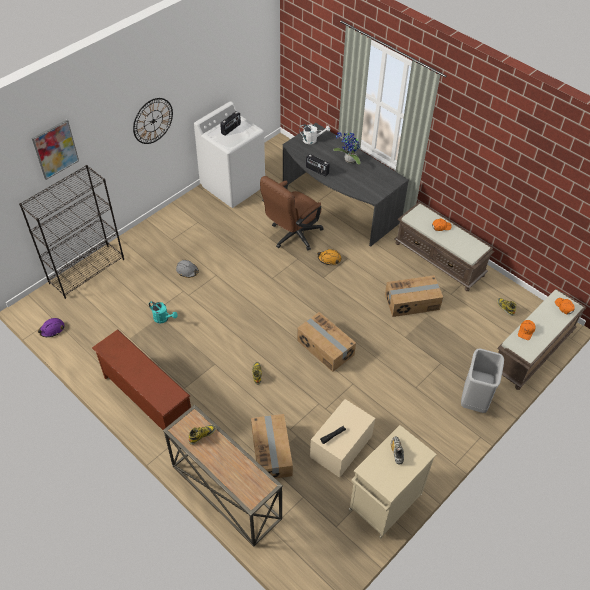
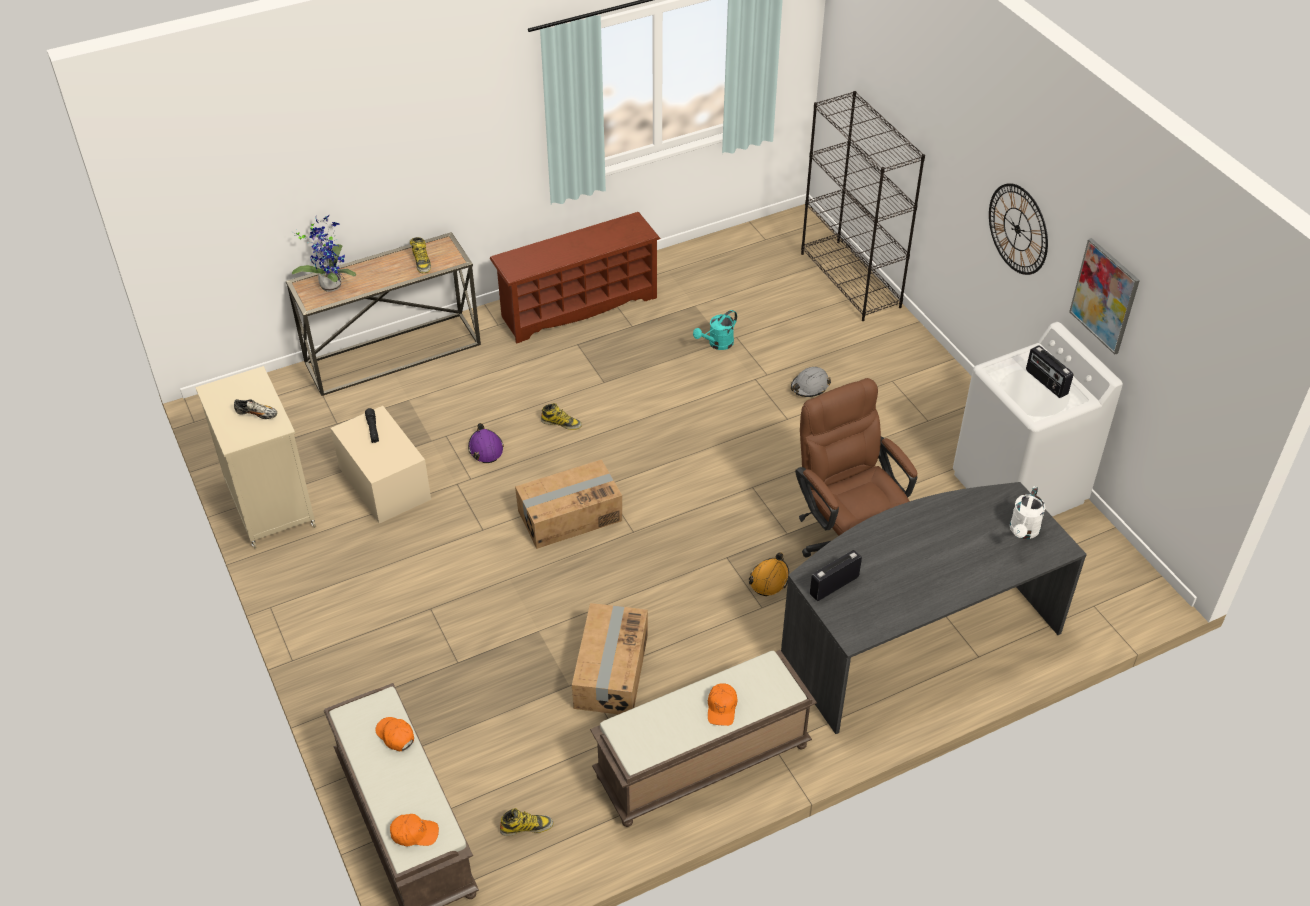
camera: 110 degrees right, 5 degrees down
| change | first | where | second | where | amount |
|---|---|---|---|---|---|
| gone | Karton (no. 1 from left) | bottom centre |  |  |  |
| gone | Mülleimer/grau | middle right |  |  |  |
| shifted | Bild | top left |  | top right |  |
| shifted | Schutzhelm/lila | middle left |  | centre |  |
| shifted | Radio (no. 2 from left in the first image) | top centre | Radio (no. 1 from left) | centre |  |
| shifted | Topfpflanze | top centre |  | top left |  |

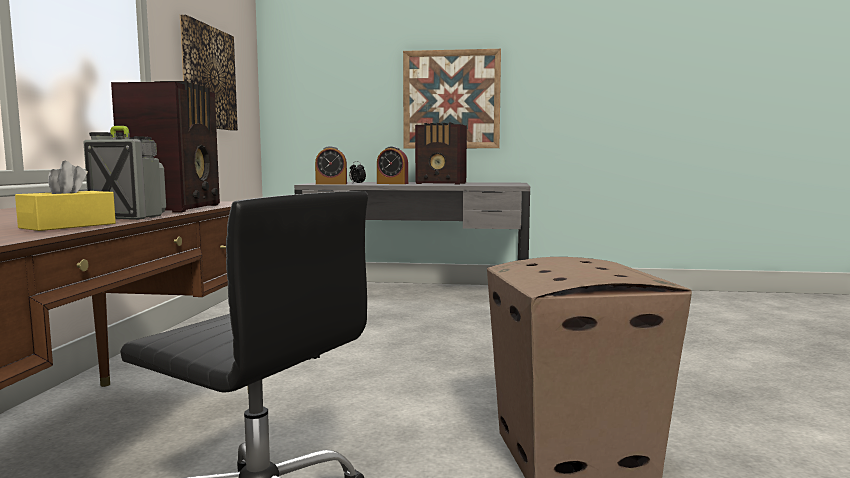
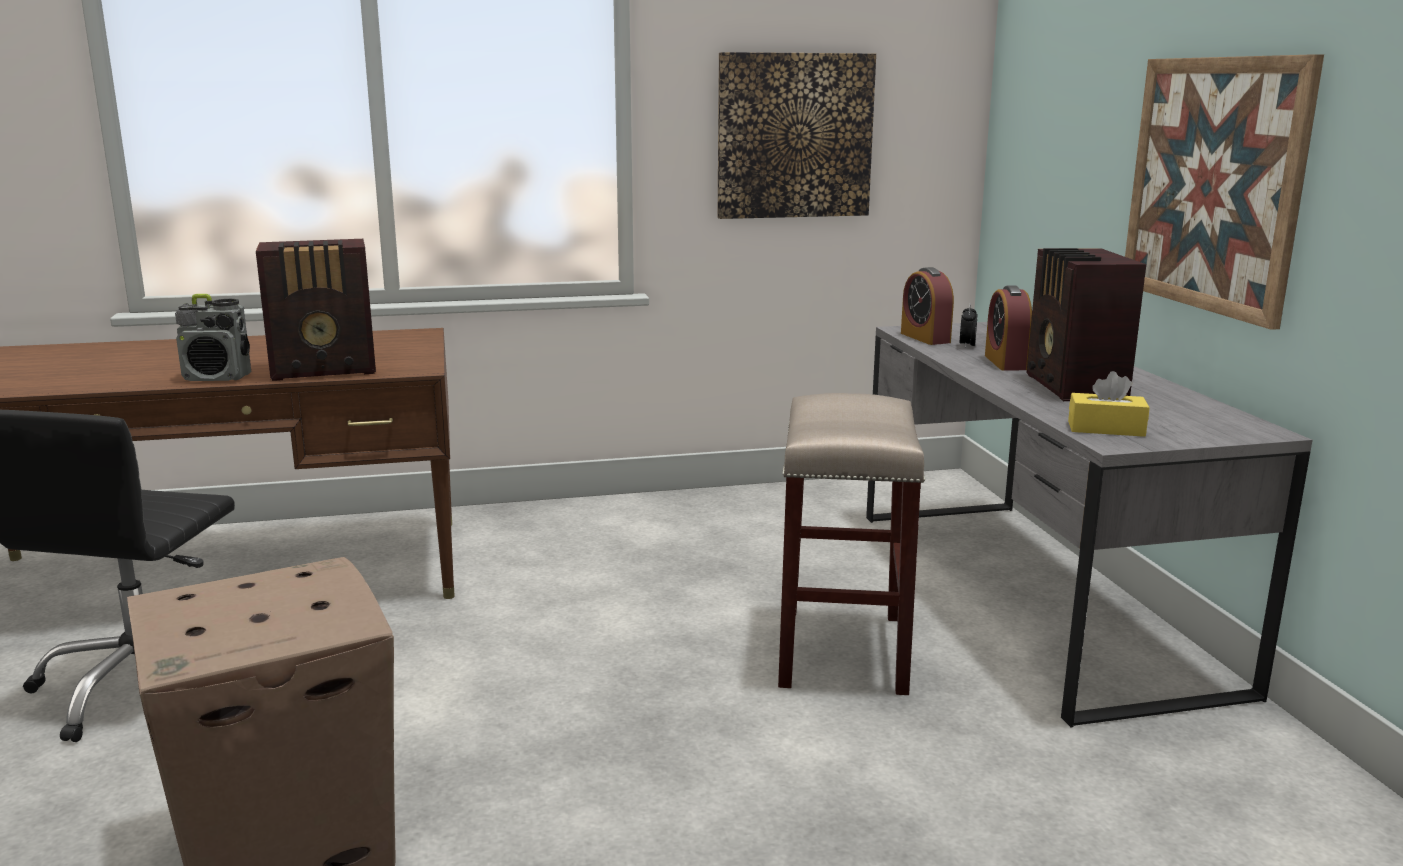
camera: 70 degrees right, 10 degrees up
| change | first | where | second | where | amount |
|---|---|---|---|---|---|
| new |  |  | Hocker/beige | centre |  |
| shifted | Taschentuchbox/gelb | middle left |  | middle right |  |
| rotated | Radio (no. 1 from left) | middle left |  | middle left | 90 degrees clockwise |

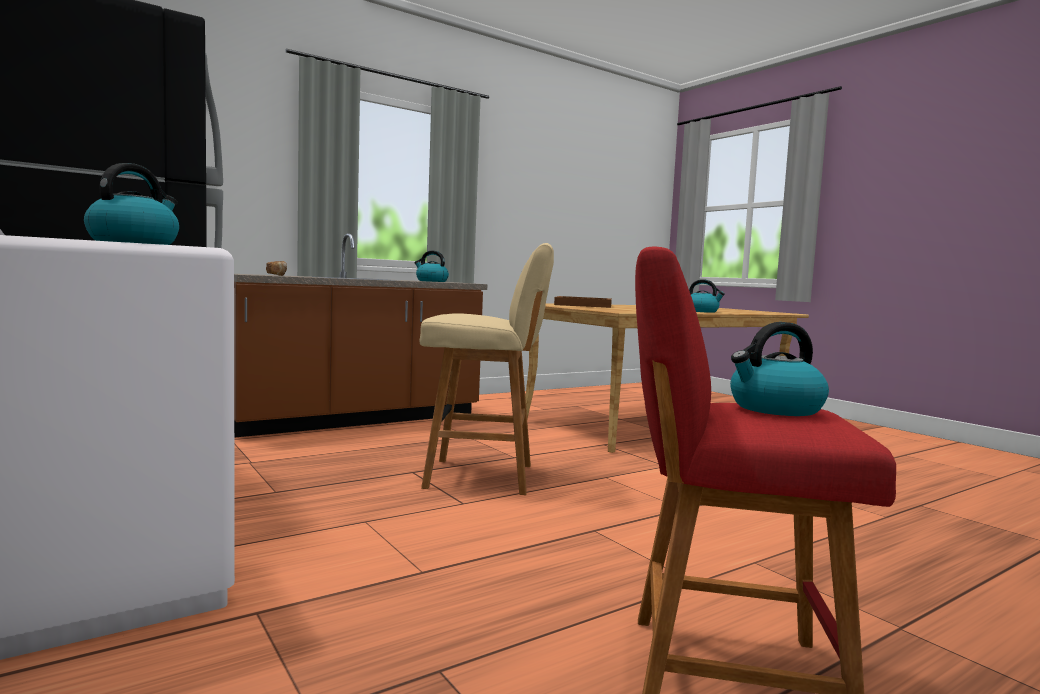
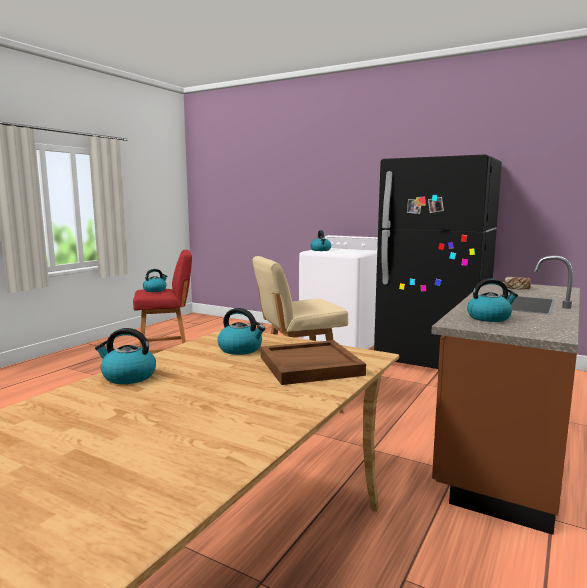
camera: 155 degrees right, 5 degrees up
| change | first | where | second | where | amount |
|---|---|---|---|---|---|
| new |  |  | Wasserkessel (no. 3 from left) | centre |  |

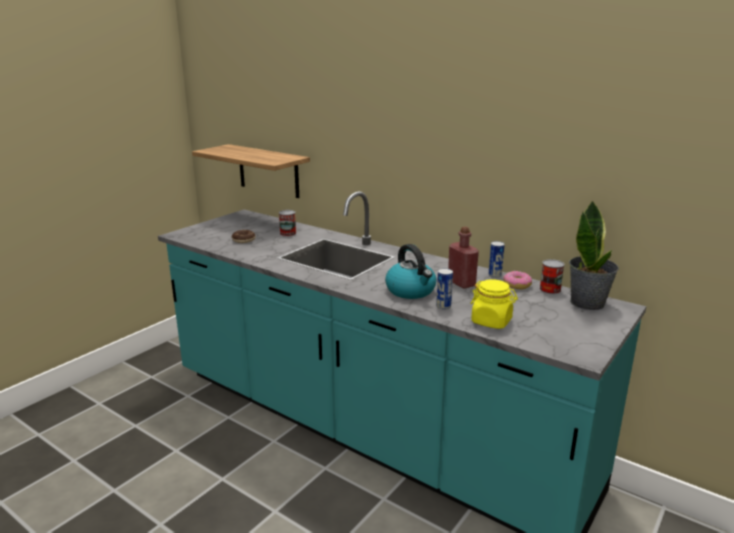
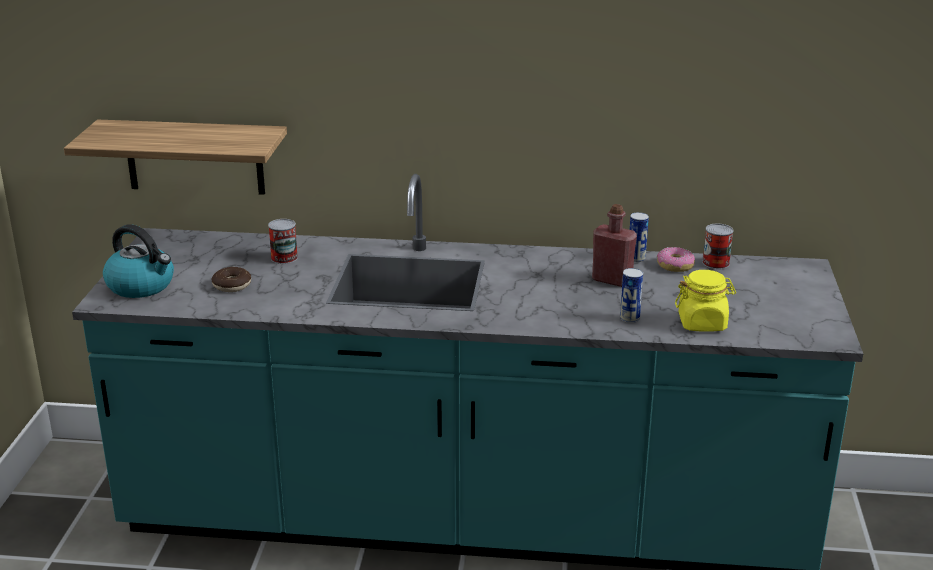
camera: 30 degrees left, 5 degrees up
| change | first | where | second | where | amount |
|---|---|---|---|---|---|
| gone | Topfpflanze | middle right |  |  |  |
| shifted | Wasserkessel | centre |  | middle left |  |

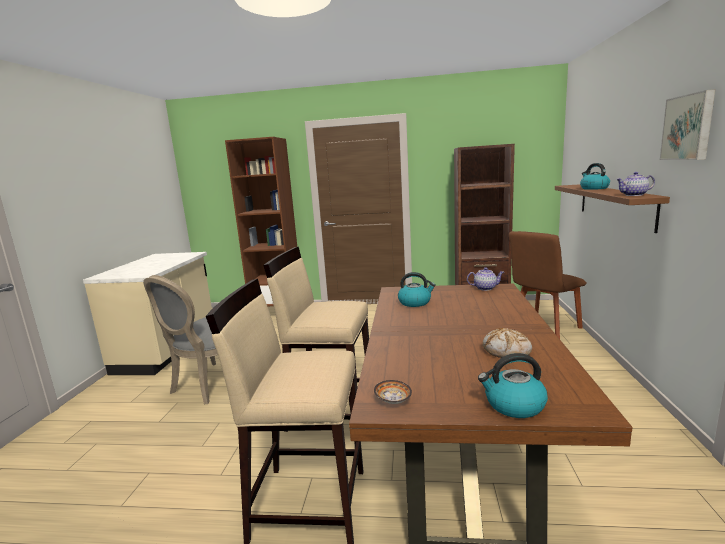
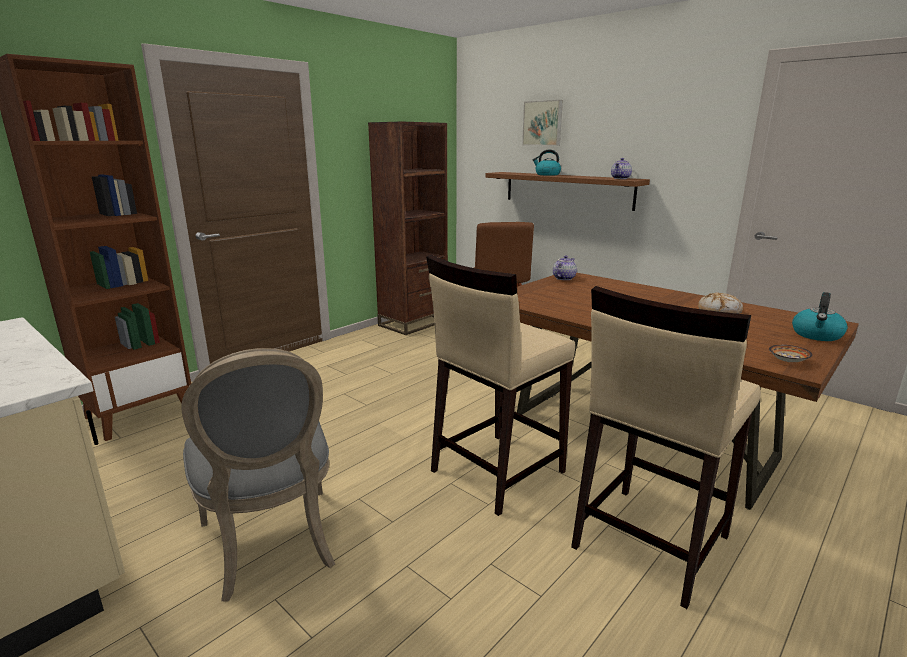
camera: 55 degrees left, 5 degrees up
| change | first | where | second | where | amount |
|---|---|---|---|---|---|
| gone | Wasserkessel (no. 1 from left) | centre |  |  |  |
| shifted | Bild | top right |  | top centre |  |

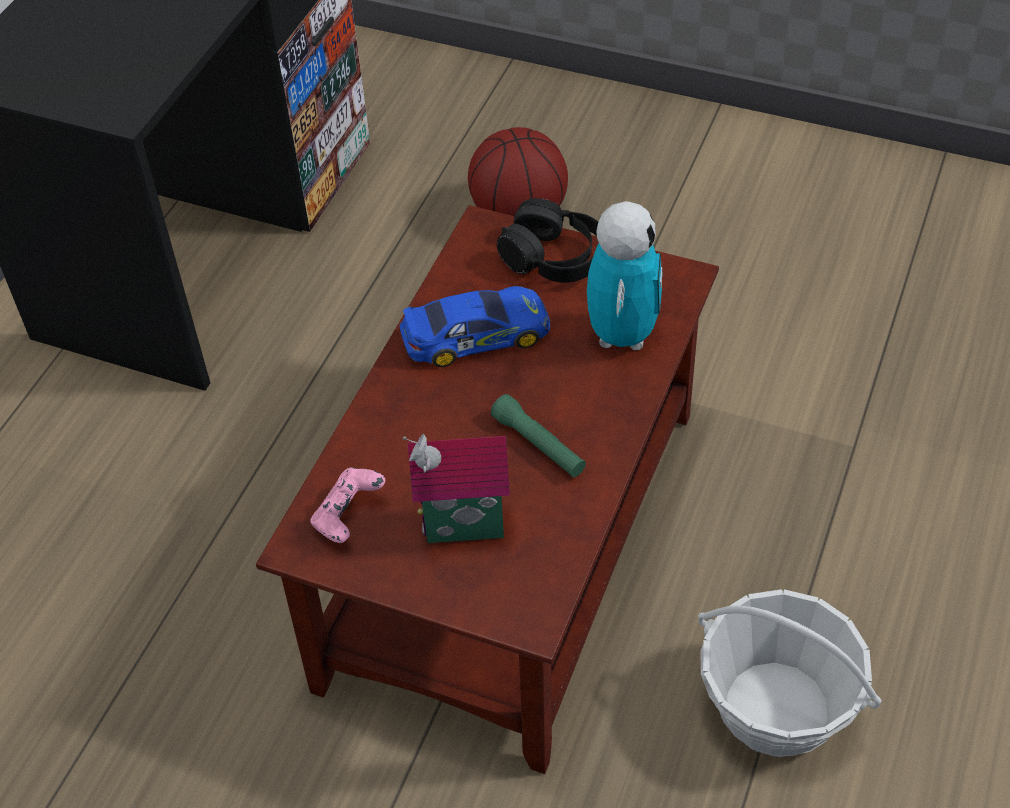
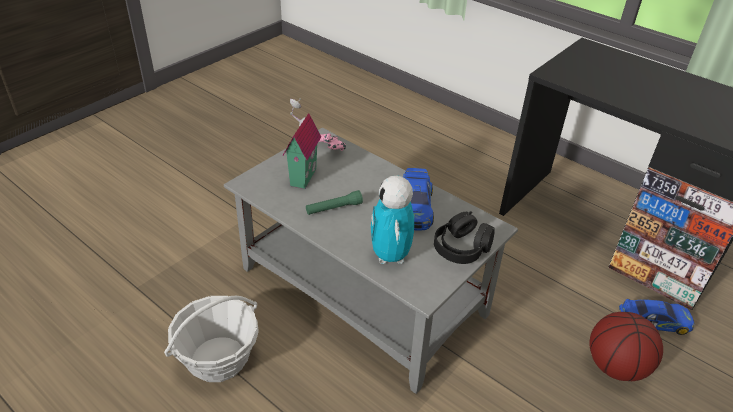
camera: 105 degrees right, 10 degrees down
| change | first | where | second | where | amount |
|---|---|---|---|---|---|
| new |  |  | Spielzeugauto (no. 2 from left) | bottom right |  |
| repainted | Couchtisch/braun | centre | Couchtisch/grau | centre |  |
| rotated | Spielzeugroboter | centre |  | centre | 60 degrees clockwise |

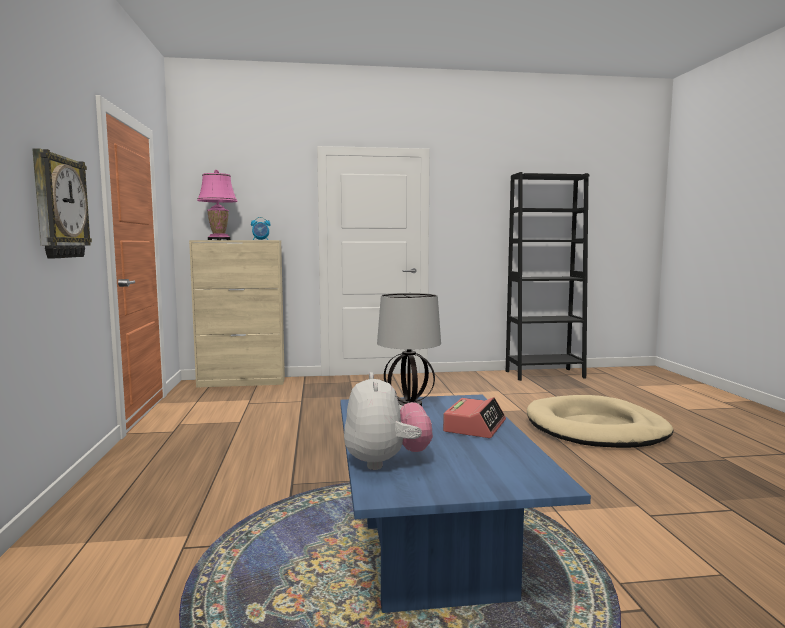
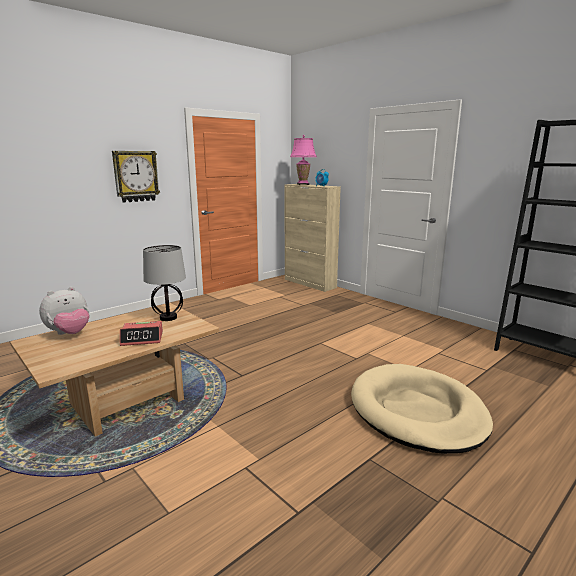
camera: 55 degrees right, 10 degrees up
| change | first | where | second | where | amount |
|---|---|---|---|---|---|
| repainted | Couchtisch/blau | bottom centre | Couchtisch/beige | middle left |  |

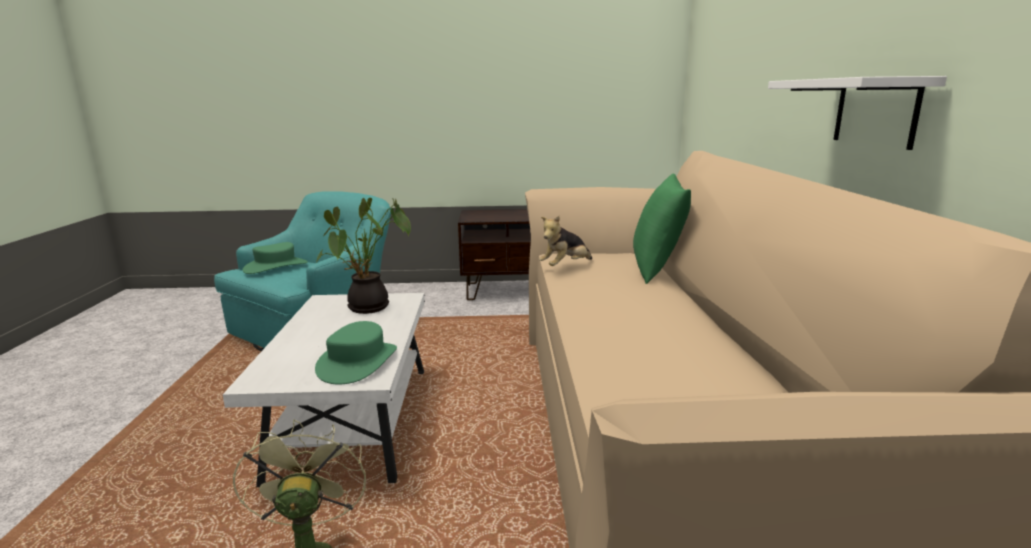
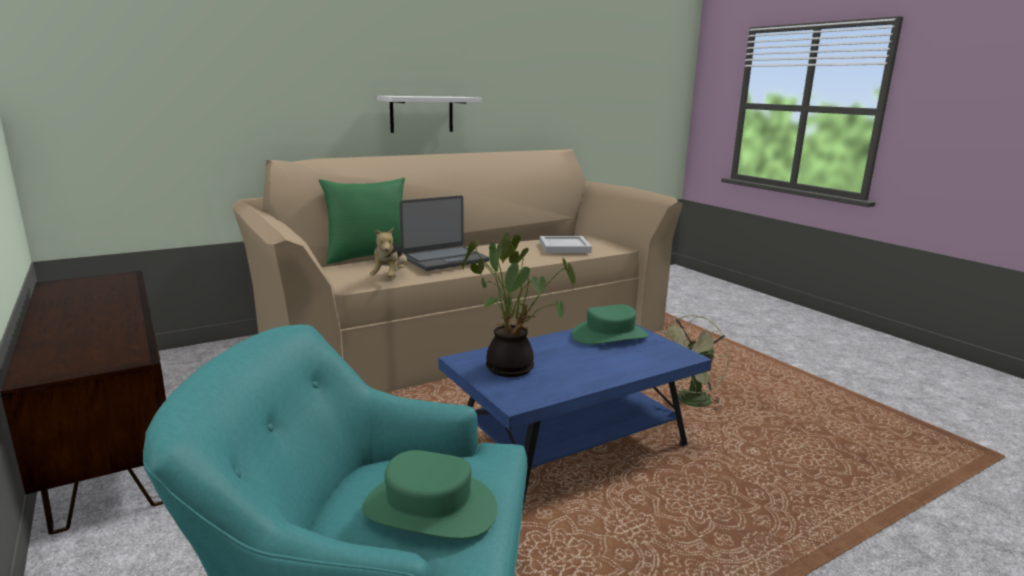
camera: 120 degrees left, 0 degrees up
| change | first | where | second | where | amount |
|---|---|---|---|---|---|
| new |  |  | Laptop | centre |  |
| new |  |  | Tablett/weiß | centre |  |
| repainted | Couchtisch/weiß | bottom left | Couchtisch/blau | bottom centre |  |
| rotated | Plüschtier | centre |  | centre | 75 degrees clockwise |

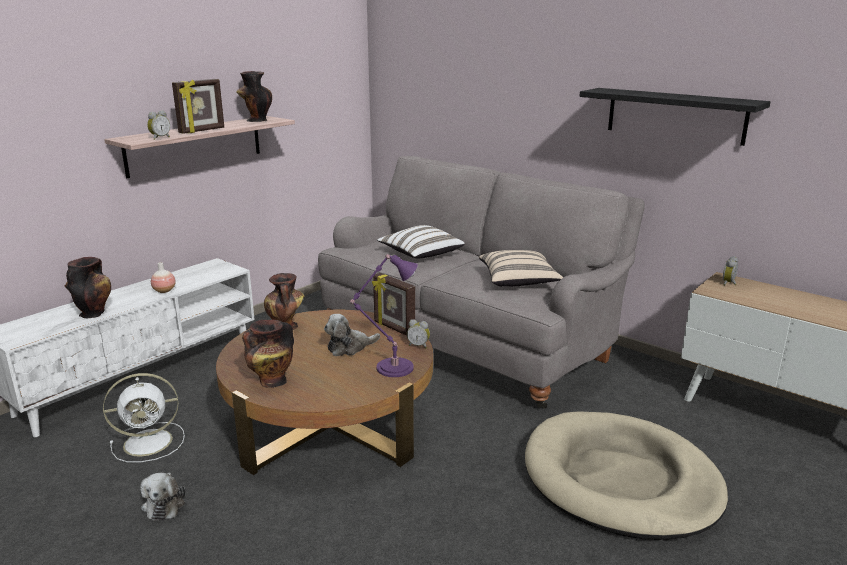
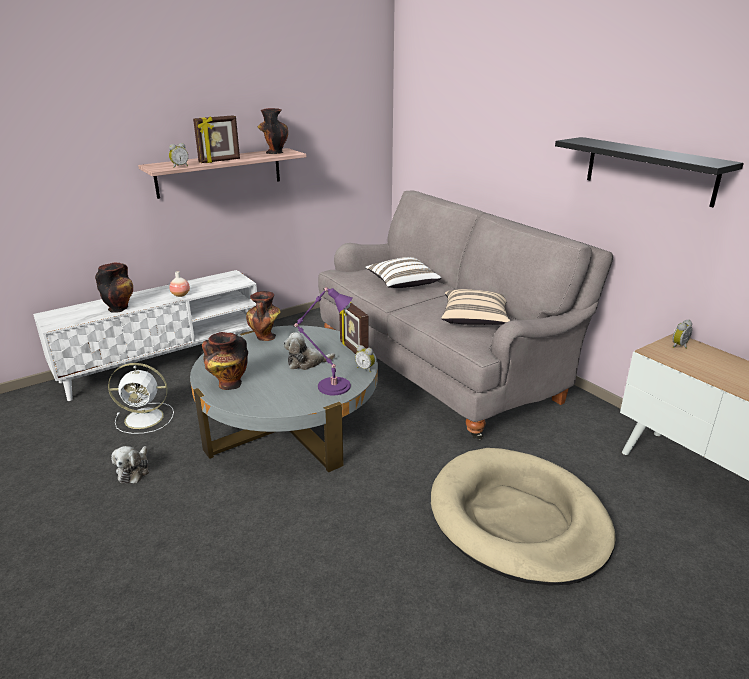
camera: 15 degrees right, 5 degrees up
| change | first | where | second | where | amount |
|---|---|---|---|---|---|
| repainted | Couchtisch/braun | bottom centre | Couchtisch/grau | centre |  |

